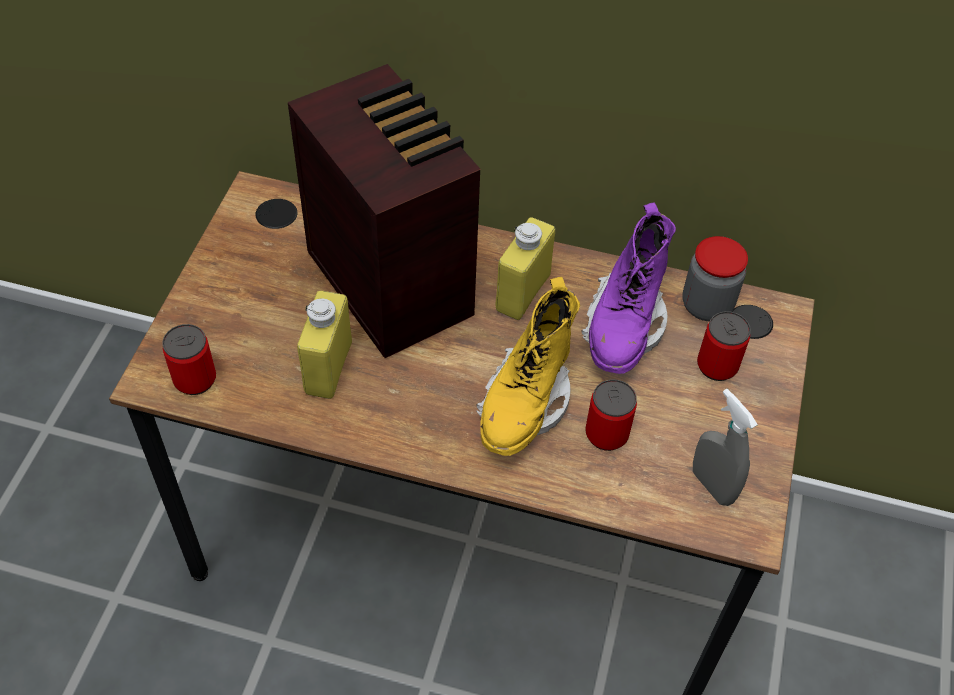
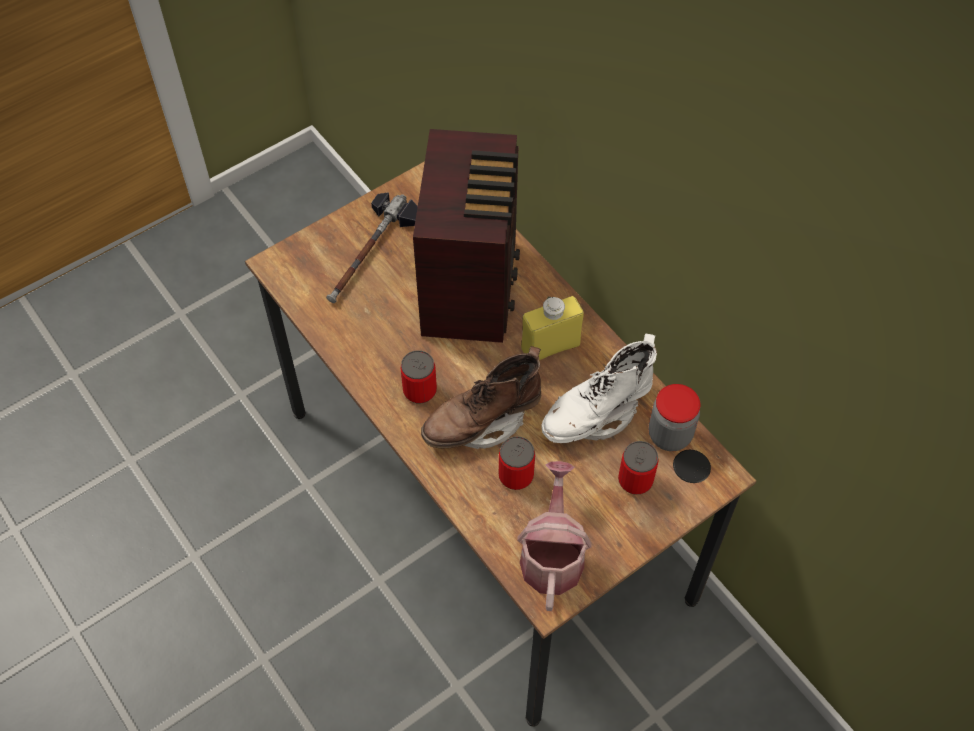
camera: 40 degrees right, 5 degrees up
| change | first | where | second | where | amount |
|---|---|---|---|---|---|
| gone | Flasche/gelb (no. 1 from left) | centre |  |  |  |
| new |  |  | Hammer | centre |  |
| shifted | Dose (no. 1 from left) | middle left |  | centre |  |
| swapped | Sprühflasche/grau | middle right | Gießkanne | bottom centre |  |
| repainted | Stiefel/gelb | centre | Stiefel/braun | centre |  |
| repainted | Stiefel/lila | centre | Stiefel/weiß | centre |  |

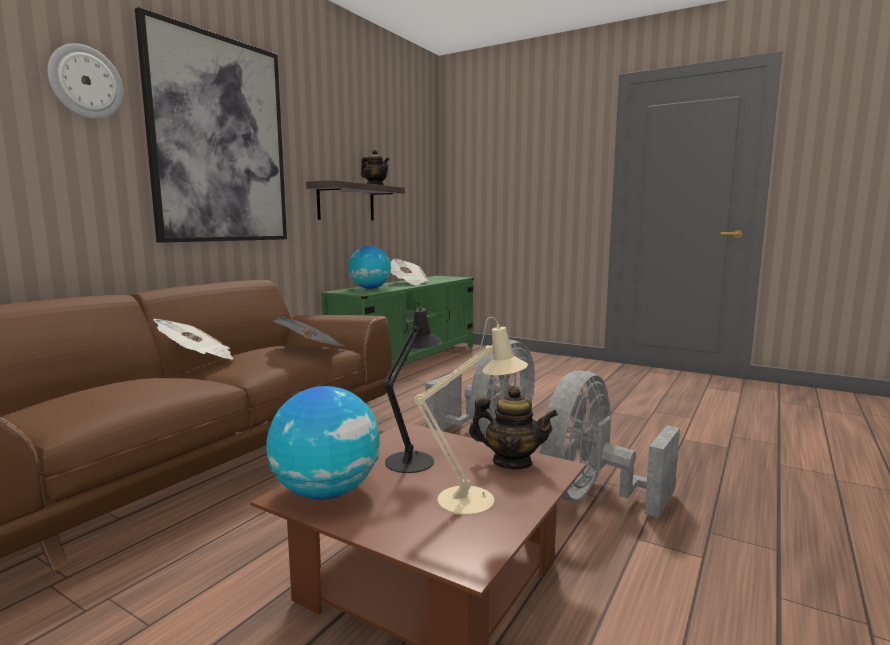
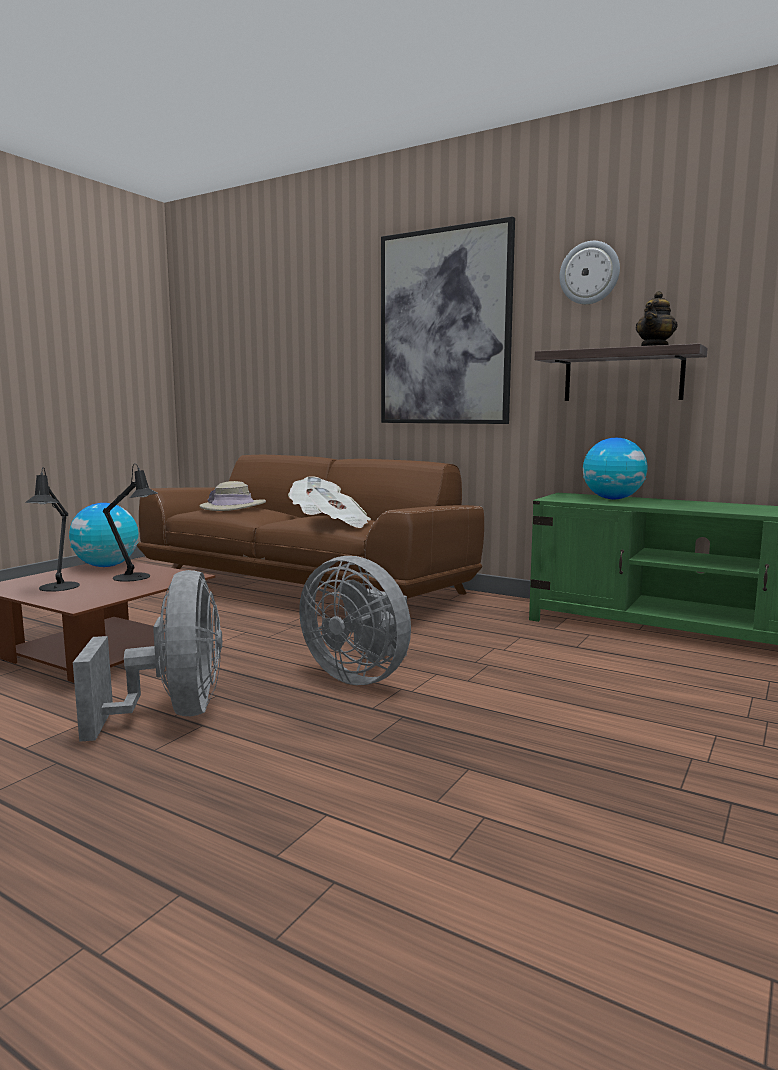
camera: 90 degrees right, 0 degrees up
| change | first | where | second | where | amount |
|---|---|---|---|---|---|
| gone | Zeitung (no. 3 from left) | centre |  |  |  |
| gone | Teekanne (no. 2 from left) | centre |  |  |  |
| new |  |  | Hut/beige | middle left |  |
| shifted | Wanduhr | top left |  | top right |  |
| repainted | Tischlampe/beige | centre | Tischlampe/schwarz (no. 1 from left) | middle left |  |
| rotated | Ventilator/grau (no. 2 from left in the first image) | bottom right | Ventilator/grau (no. 1 from left) | middle left | 45 degrees clockwise |

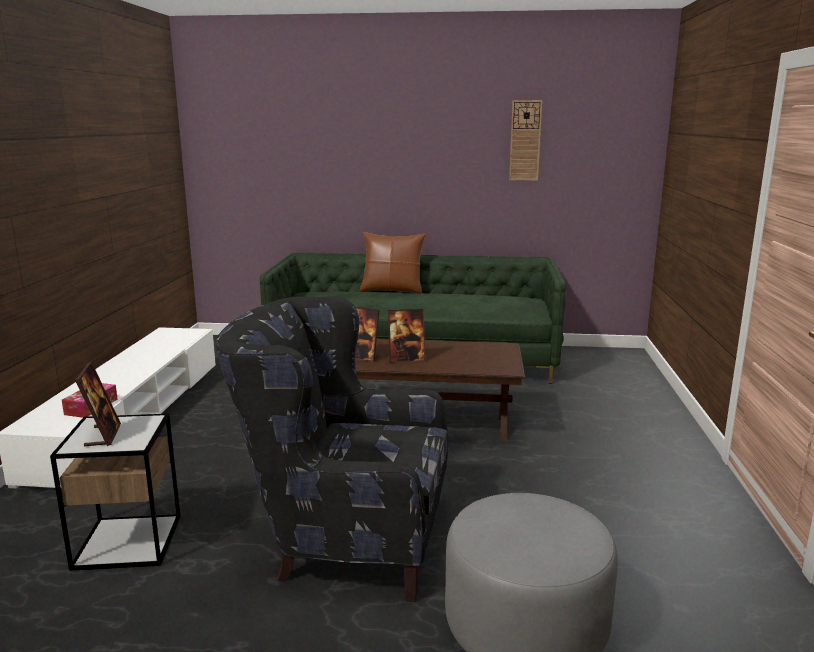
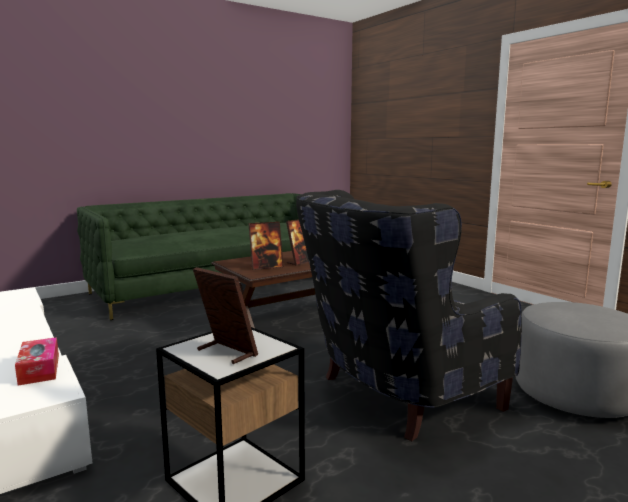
camera: 40 degrees left, 5 degrees down
| change | first | where | second | where | amount |
|---|---|---|---|---|---|
| gone | Kissen/braun | centre |  |  |  |
| gone | Wanduhr | top centre |  |  |  |

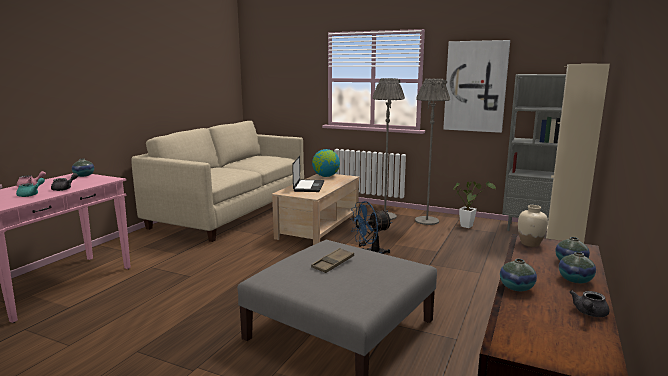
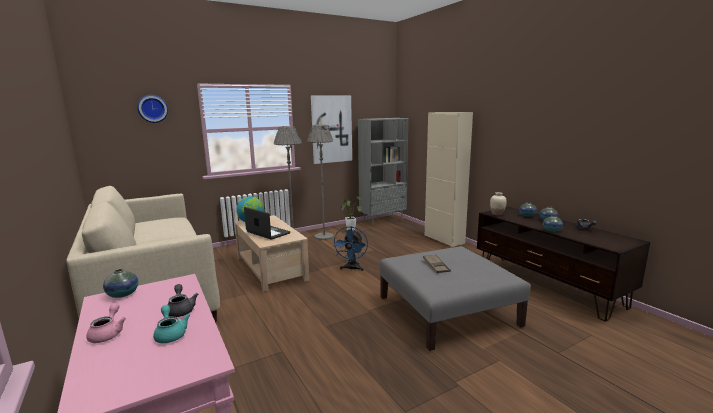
camera: 55 degrees left, 0 degrees up
| change | first | where | second | where | amount |
|---|---|---|---|---|---|
| new |  |  | Wanduhr | top left |  |

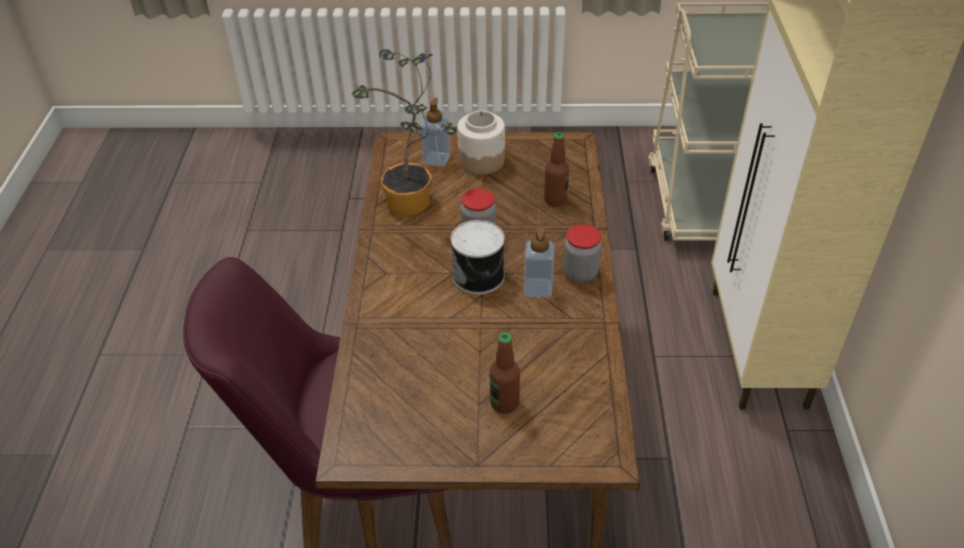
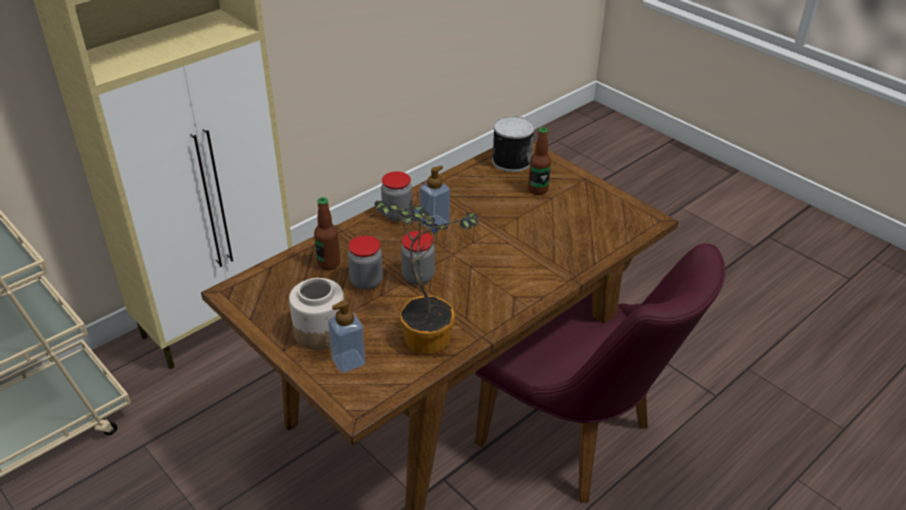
camera: 135 degrees left, 5 degrees down
| change | first | where | second | where | amount |
|---|---|---|---|---|---|
| new |  |  | Vorratsglas (no. 2 from left) | centre |  |
| shifted | Dose | centre |  | top centre |  |

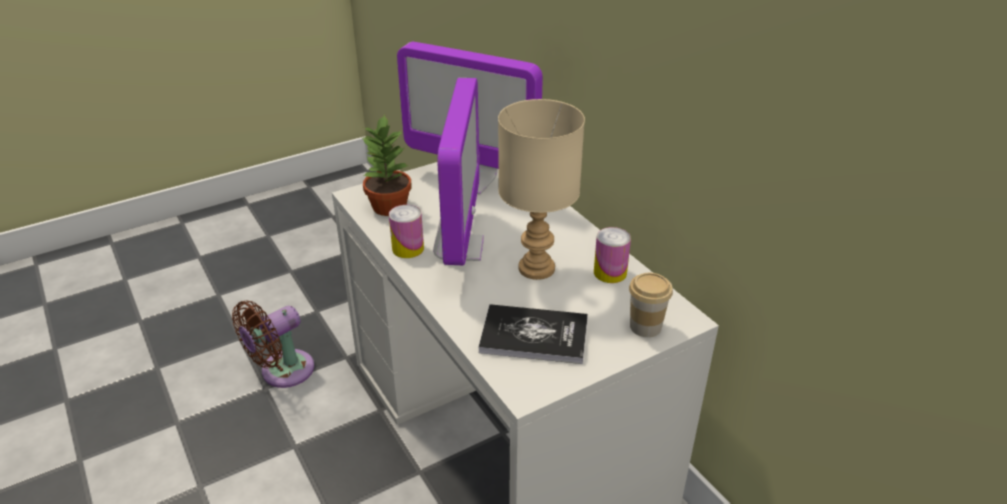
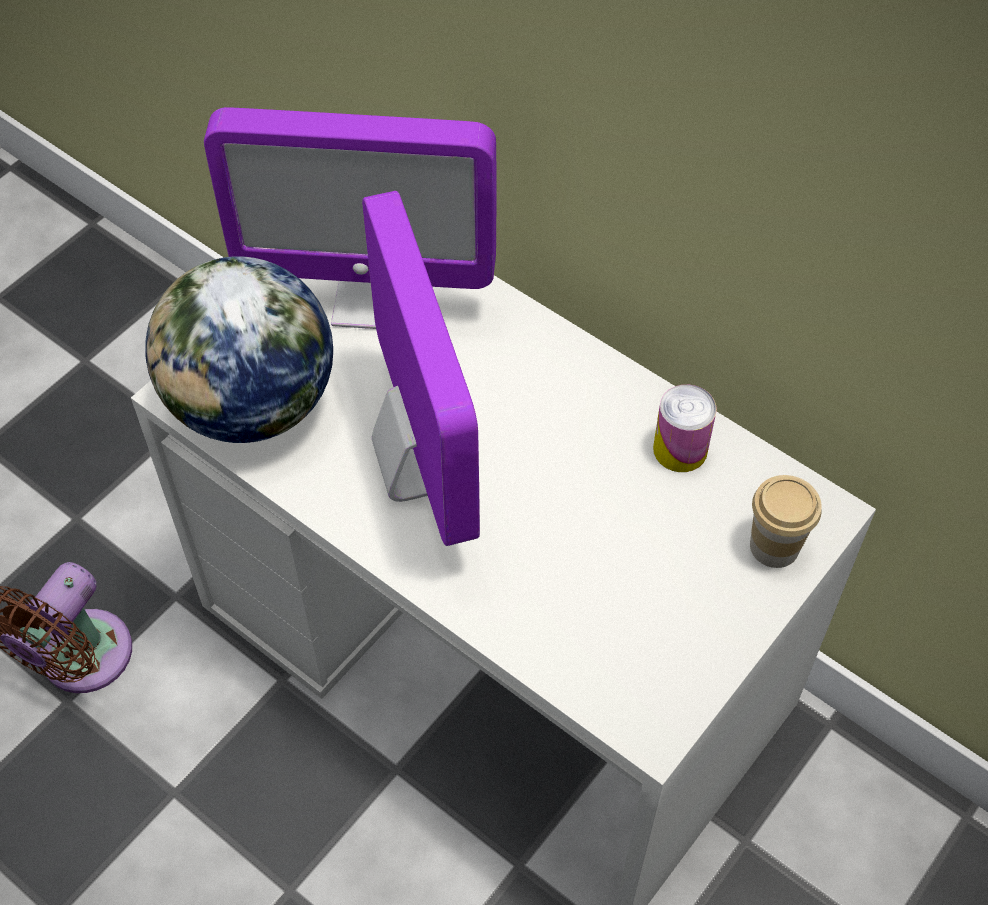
camera: 20 degrees left, 20 degrees up
| change | first | where | second | where | amount |
|---|---|---|---|---|---|
| gone | Dose (no. 1 from left) | centre |  |  |  |
| gone | Buch | centre |  |  |  |
| gone | Tischlampe/beige | centre |  |  |  |
| swapped | Topfpflanze | top centre | Globus | middle left |  |

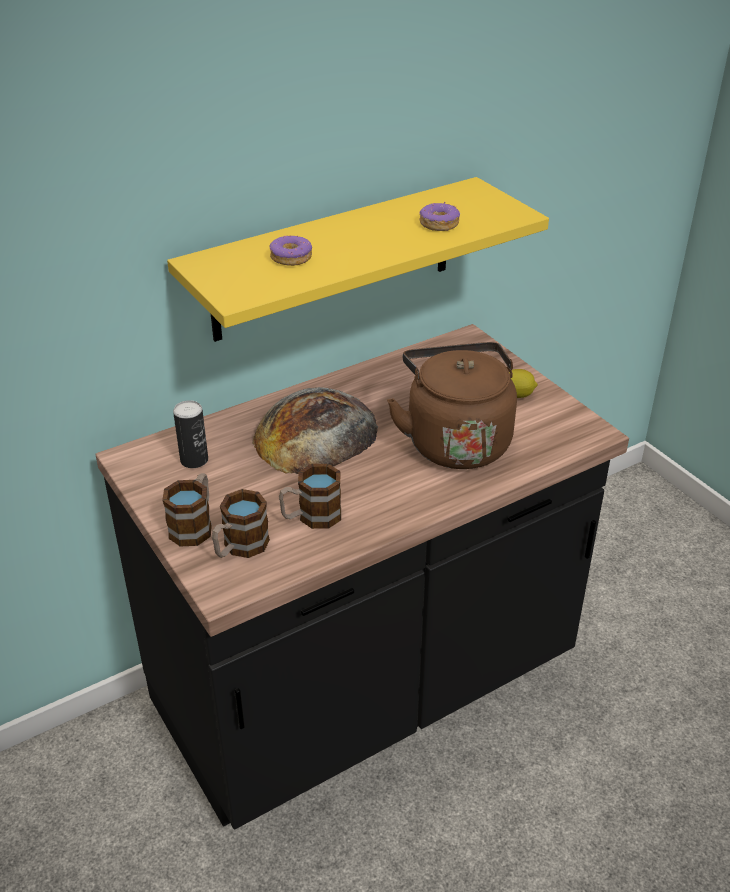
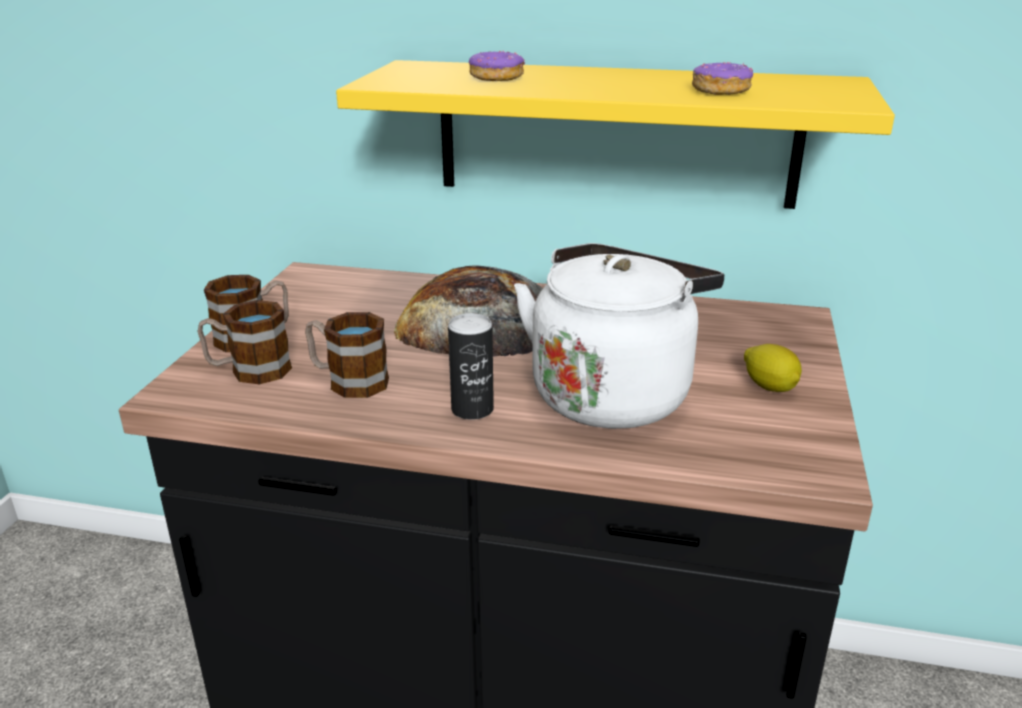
camera: 45 degrees right, 10 degrees down
| change | first | where | second | where | amount |
|---|---|---|---|---|---|
| shifted | Dose | middle left |  | centre |  |
| repainted | Wasserkessel/braun | centre | Wasserkessel/weiß | centre |  |

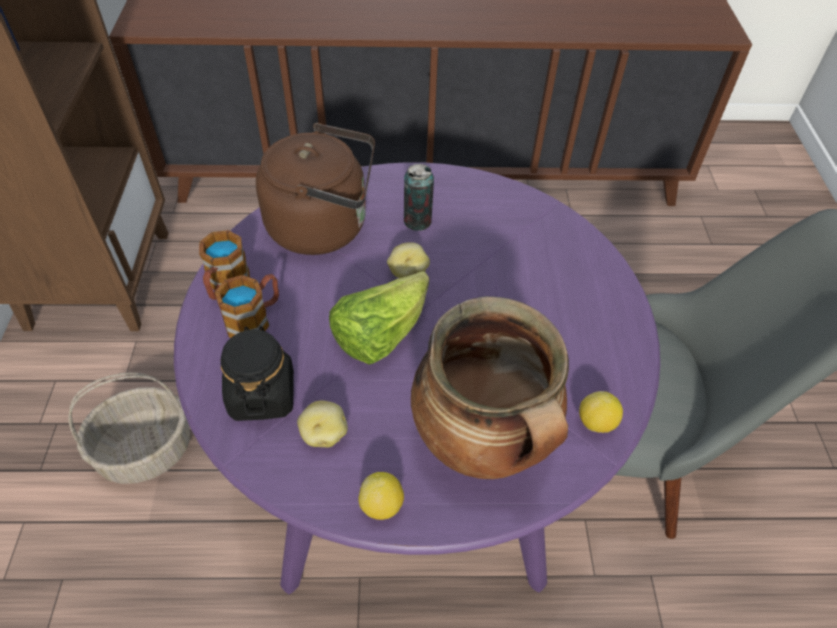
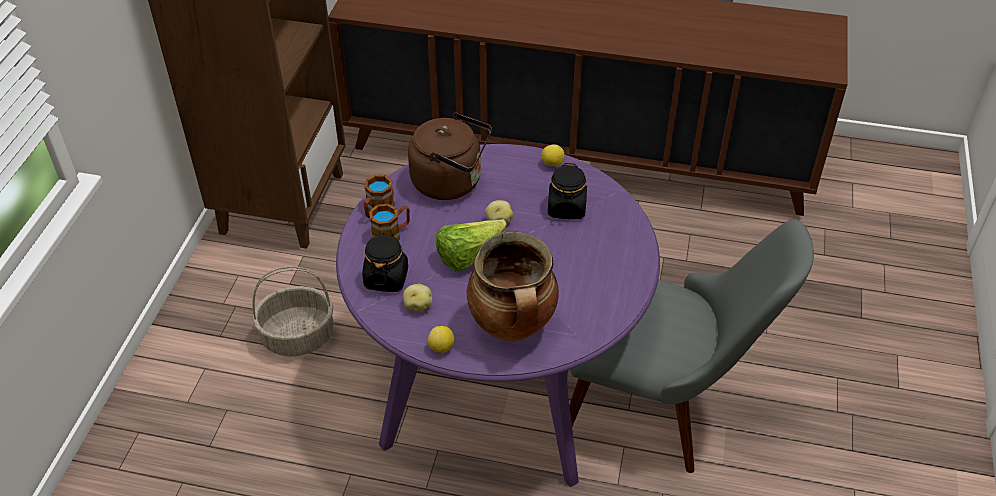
camera: 15 degrees right, 5 degrees down
| change | first | where | second | where | amount |
|---|---|---|---|---|---|
| gone | Dose | top centre |  |  |  |
| new |  |  | Vorratsglas/schwarz (no. 2 from left) | centre |  |
| shifted | Zitrone (no. 2 from left) | middle right |  | top centre |  |

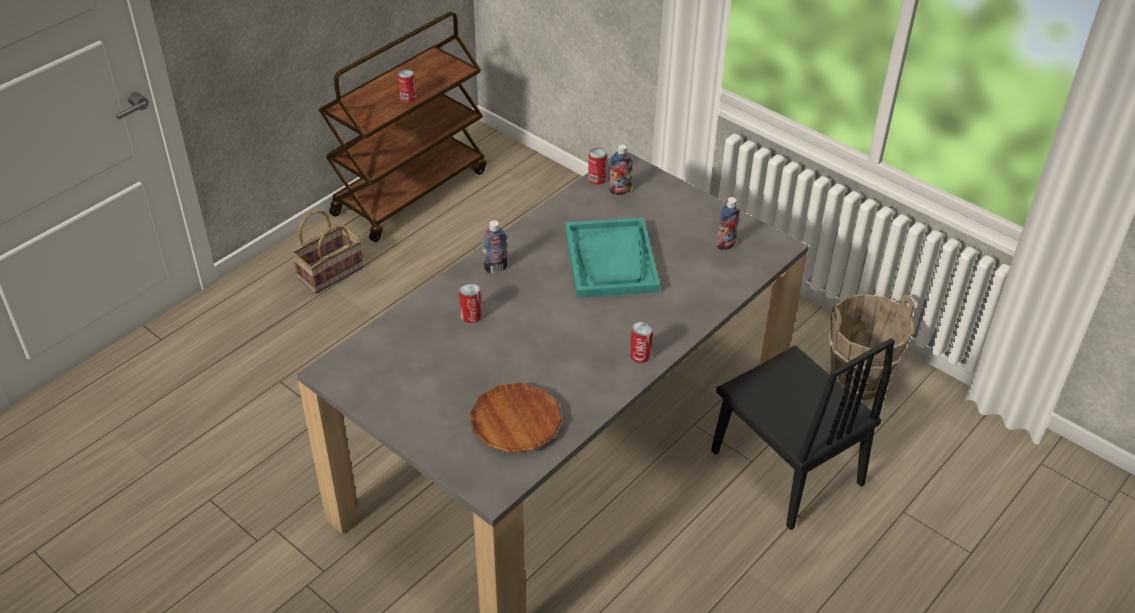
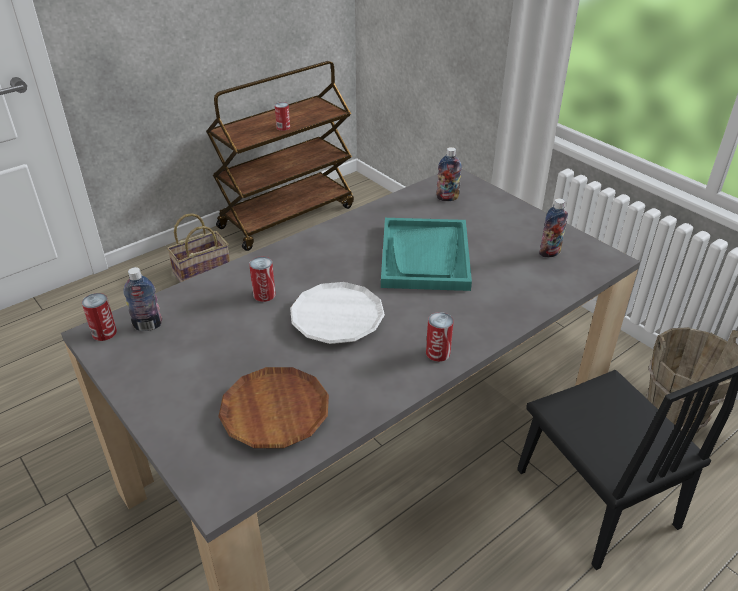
camera: 10 degrees right, 5 degrees down
| change | first | where | second | where | amount |
|---|---|---|---|---|---|
| new |  |  | Teller/weiß | centre |  |
| shifted | Flasche (no. 1 from left) | centre |  | middle left |  |
| shifted | Dose (no. 3 from left in the first image) | top centre | Dose (no. 1 from left) | middle left |  |

